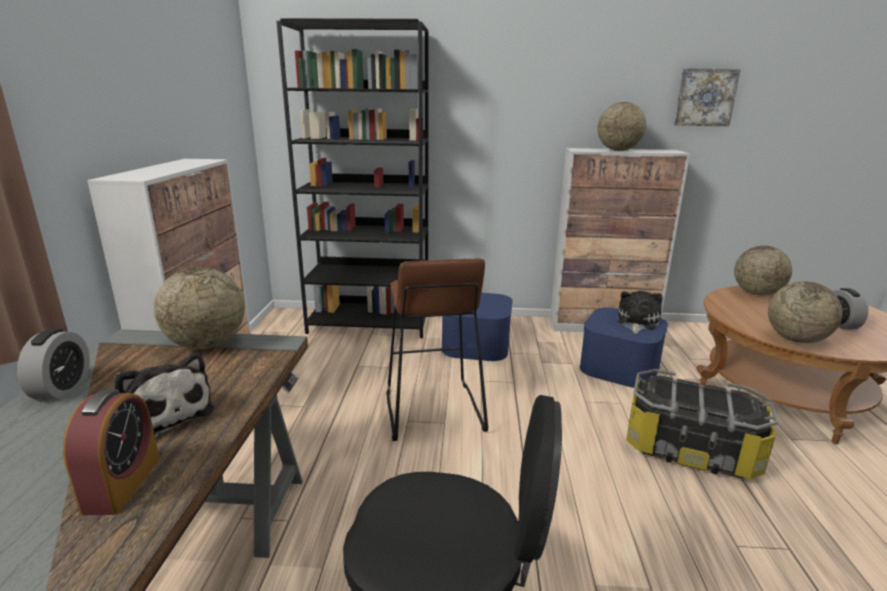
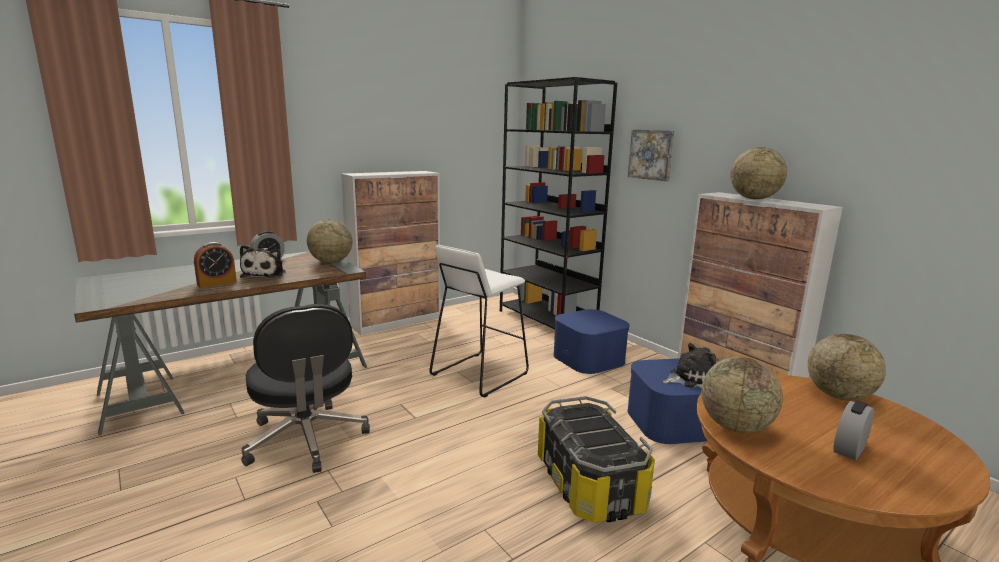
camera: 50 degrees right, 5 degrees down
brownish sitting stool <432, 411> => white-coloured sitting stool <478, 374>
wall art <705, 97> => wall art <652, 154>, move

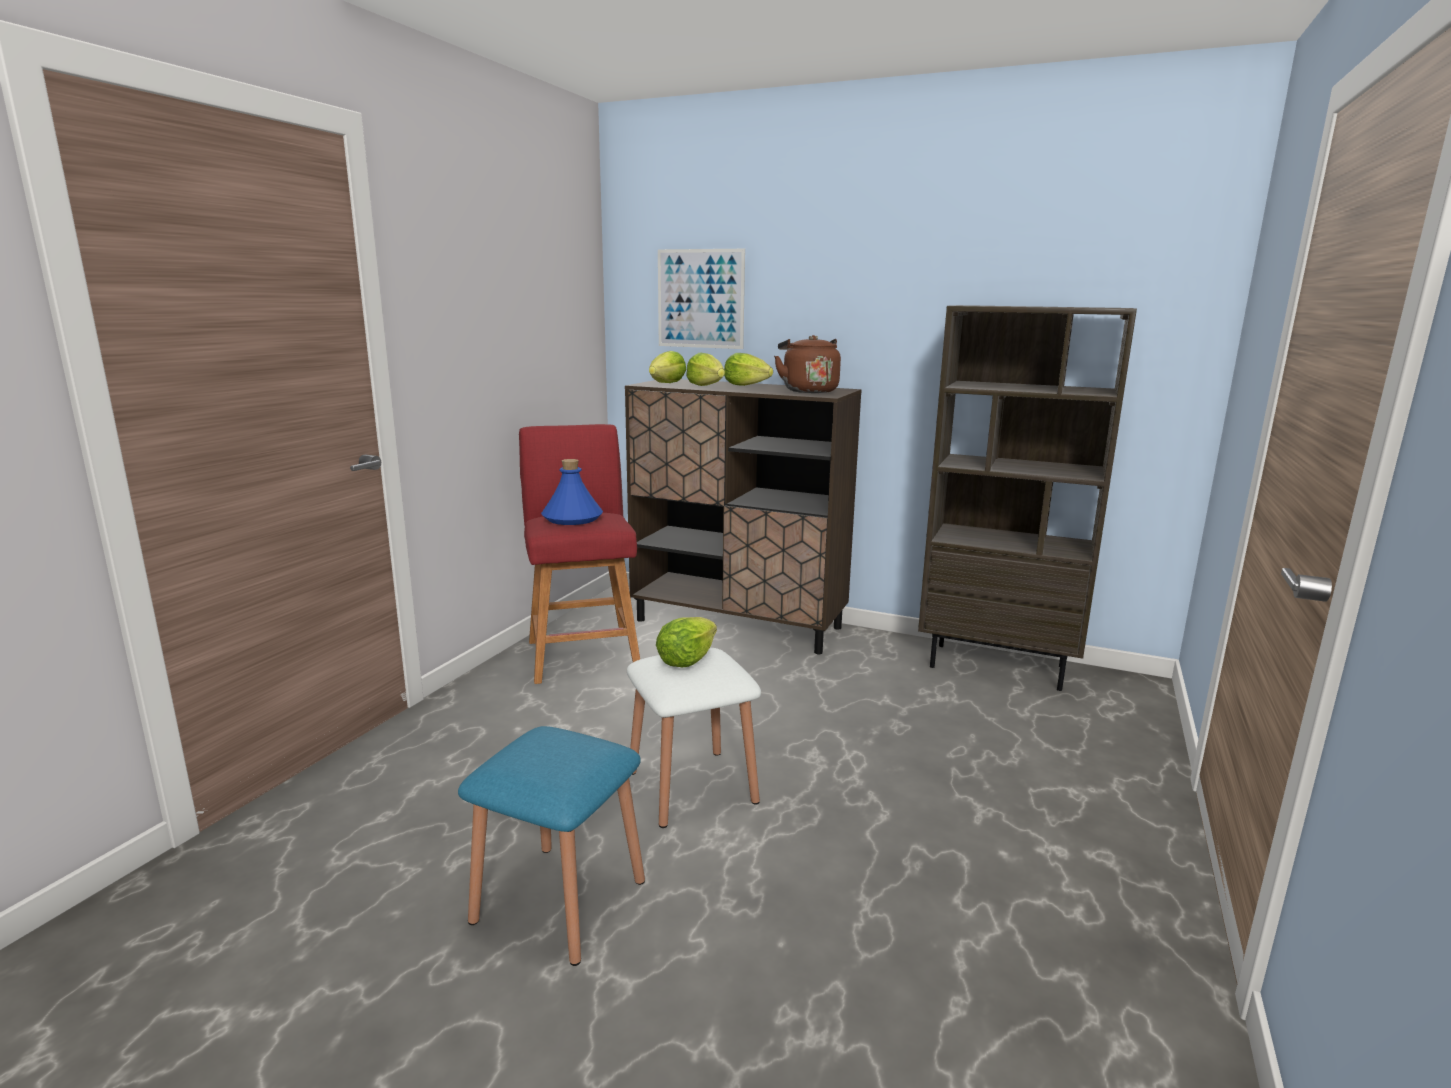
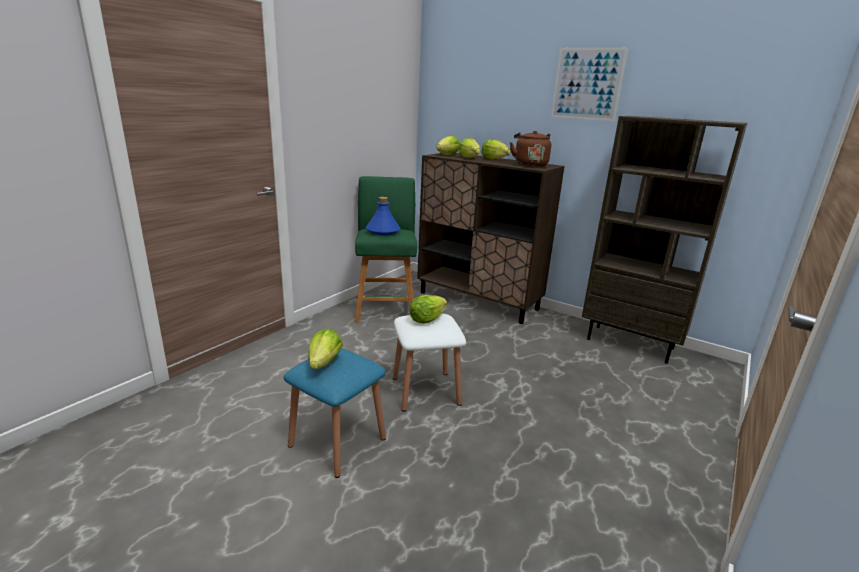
camera: 10 degrees right, 5 degrees up
nothing => lettuce head <324, 363>
red sitting stool <582, 653> => green sitting stool <385, 308>
wall art <700, 299> => wall art <587, 84>, move

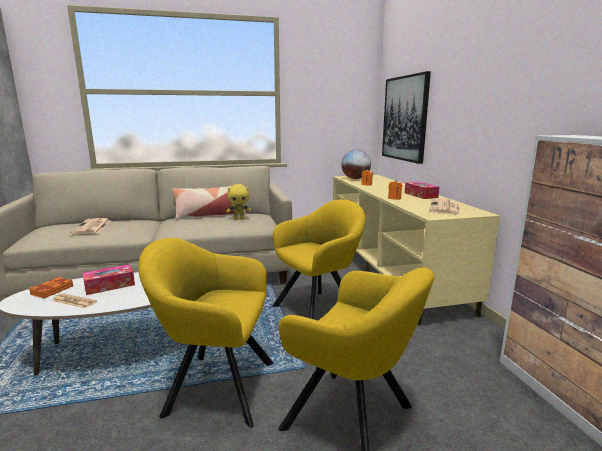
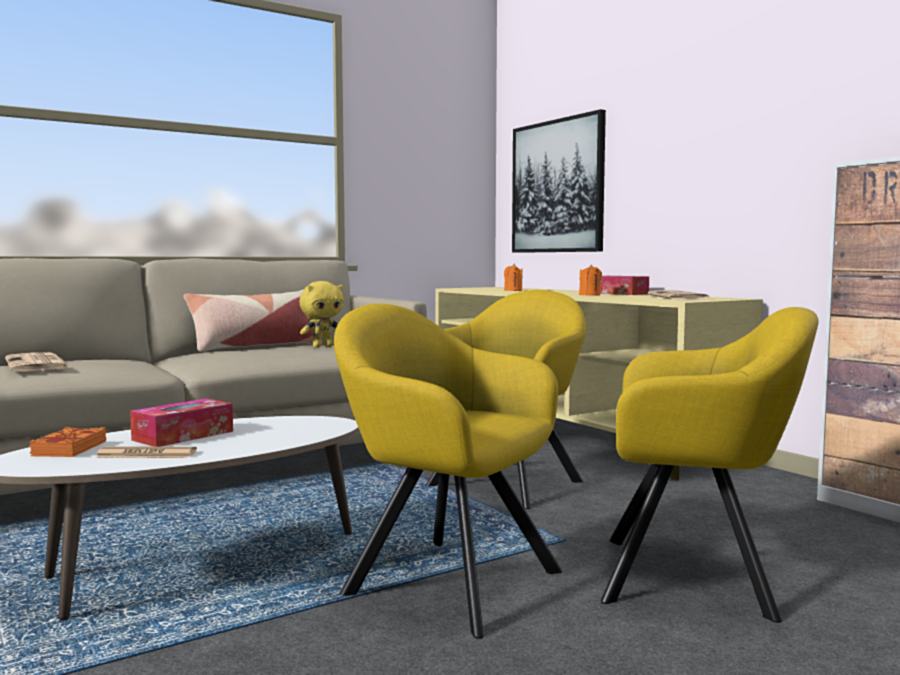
camera: 20 degrees left, 10 degrees down
yellowish easy chair <215, 386> => yellowish easy chair <443, 579>, 45 degrees clockwise
world globe <355, 179> => nothing

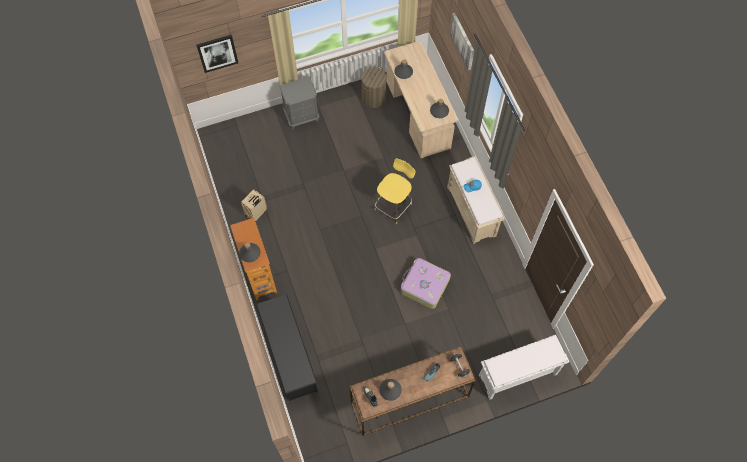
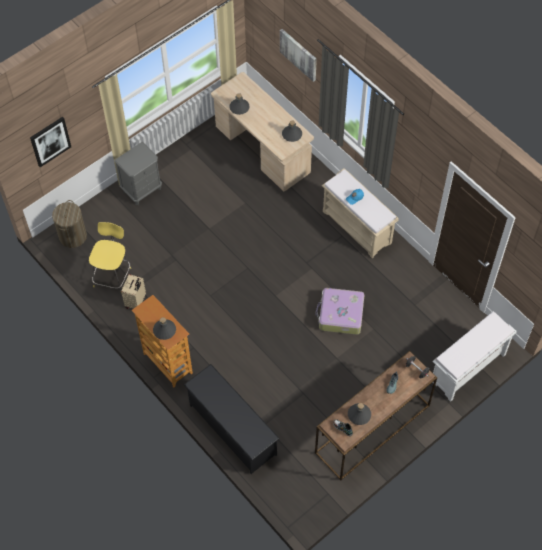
camera: 20 degrees left, 5 degrees down
hamper <373, 98> => hamper <73, 236>, move
yellowish sitting stool <394, 205> => yellowish sitting stool <113, 276>, move

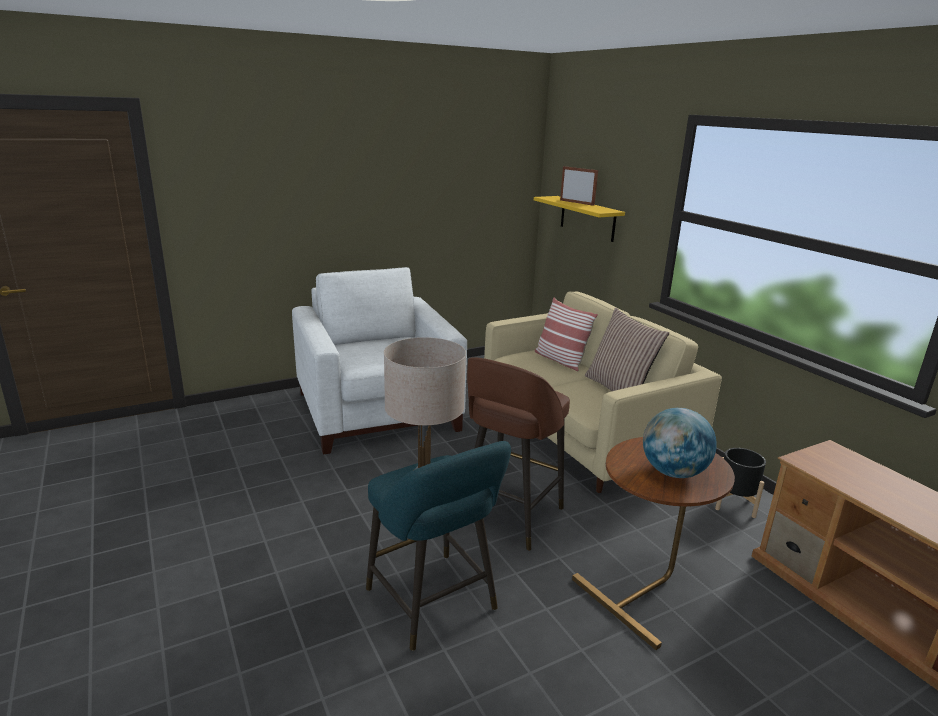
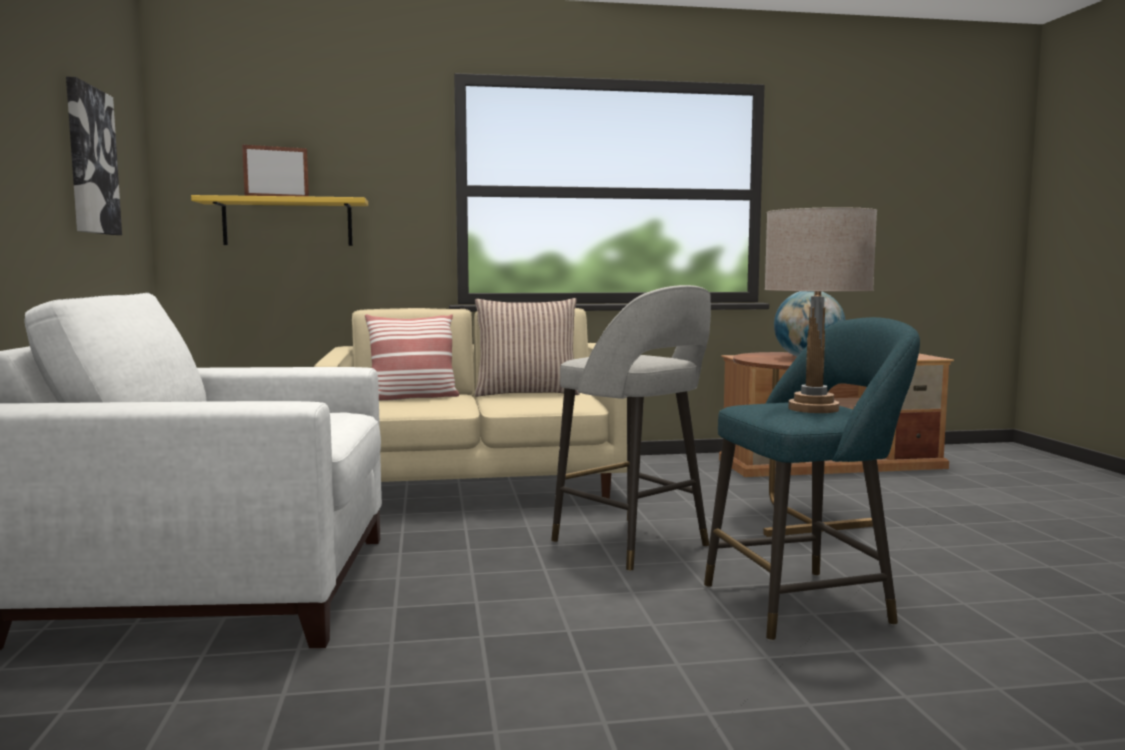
camera: 70 degrees left, 15 degrees down
nothing => wall art <90, 161>
brownish sitting stool <509, 517> => greyish sitting stool <633, 545>
black-coloured planter <734, 503> => nothing

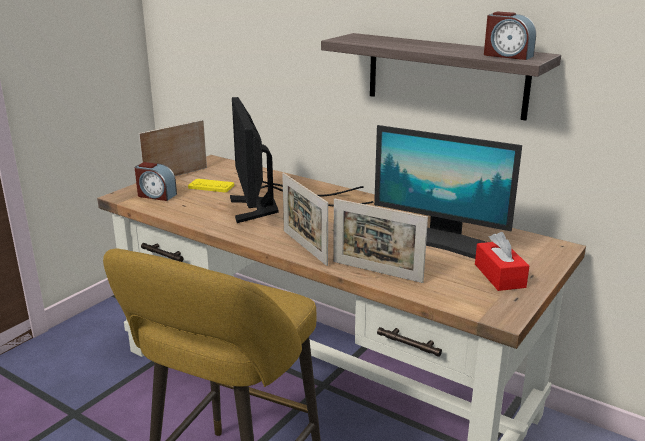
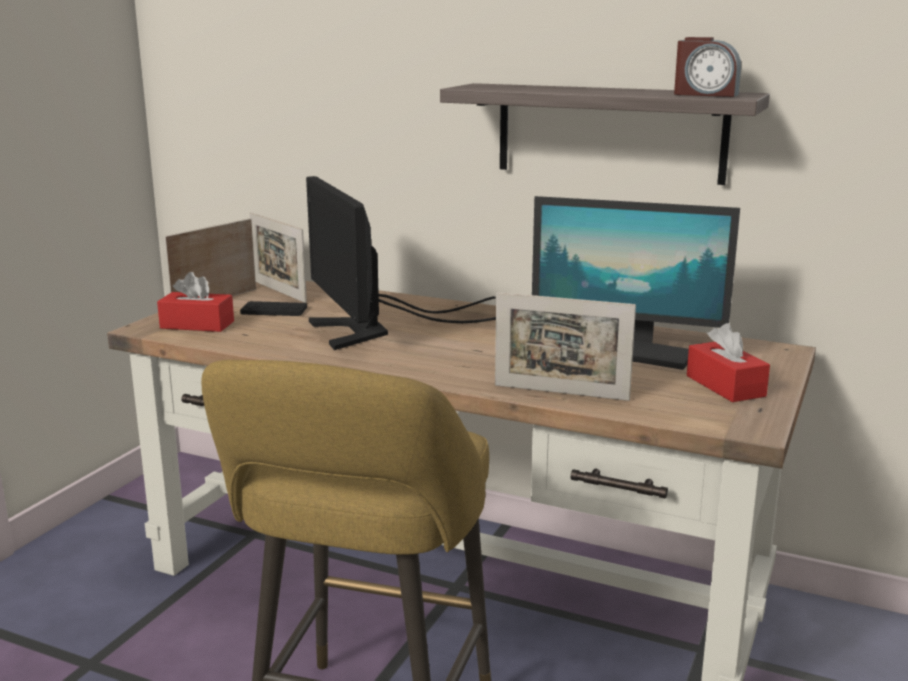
camera: 10 degrees left, 5 degrees down
bedside clock <156, 195> => red tissue holder <197, 325>
yellowish joypad <211, 186> => black-coloured joypad <274, 310>
standing frame <304, 247> => standing frame <279, 291>, move

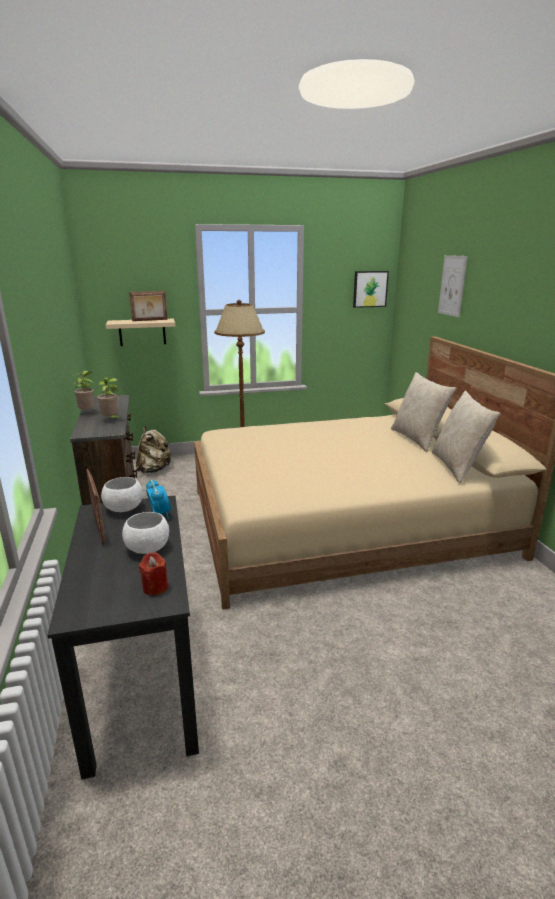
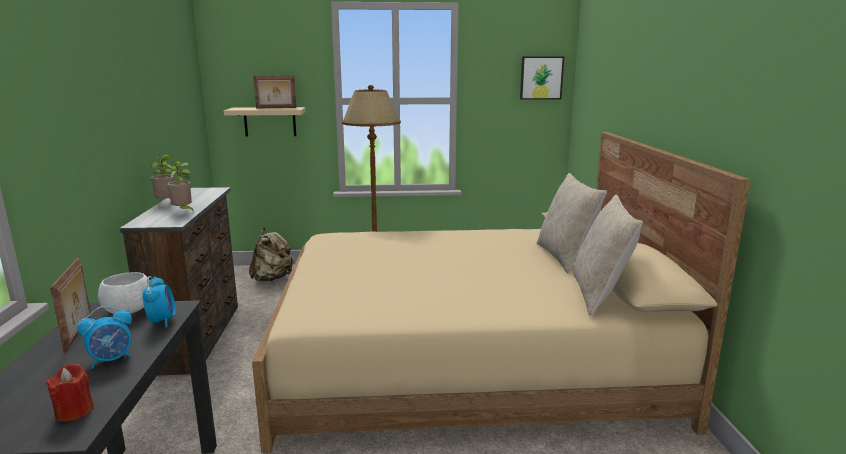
camera: 10 degrees right, 5 degrees down
white-coloured serving bowl <148, 548> => bedside clock <112, 360>
wall art <452, 285> => nothing

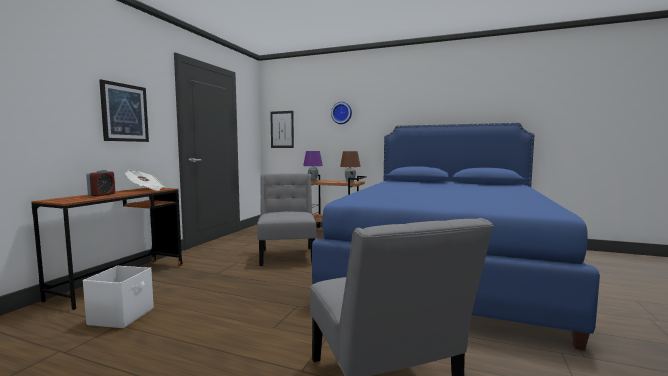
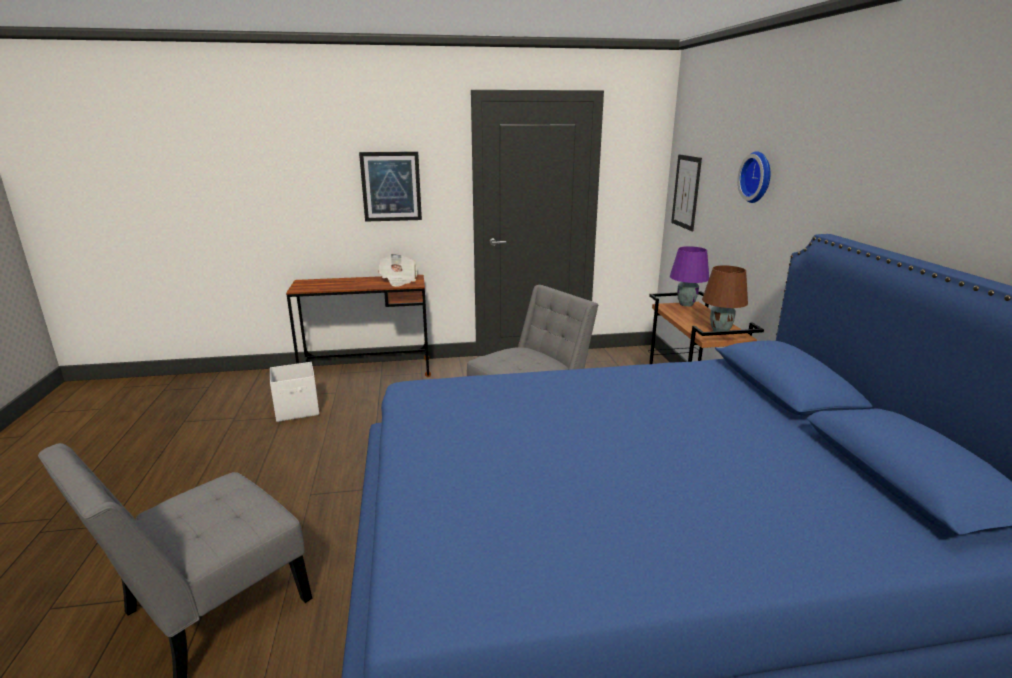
camera: 60 degrees right, 15 degrees up
bedside clock <102, 195> => nothing

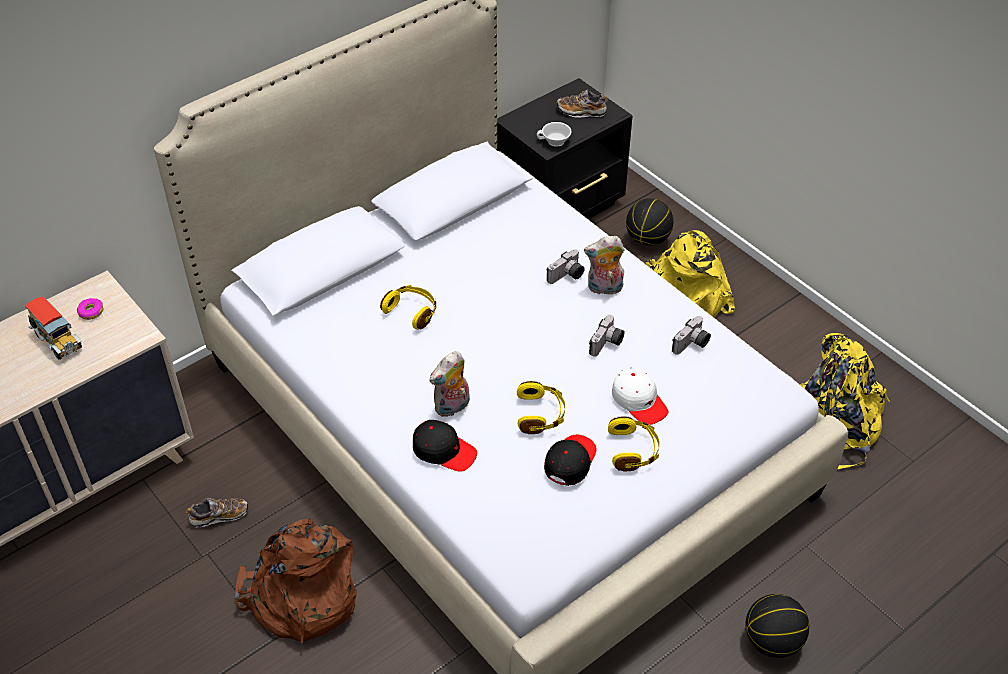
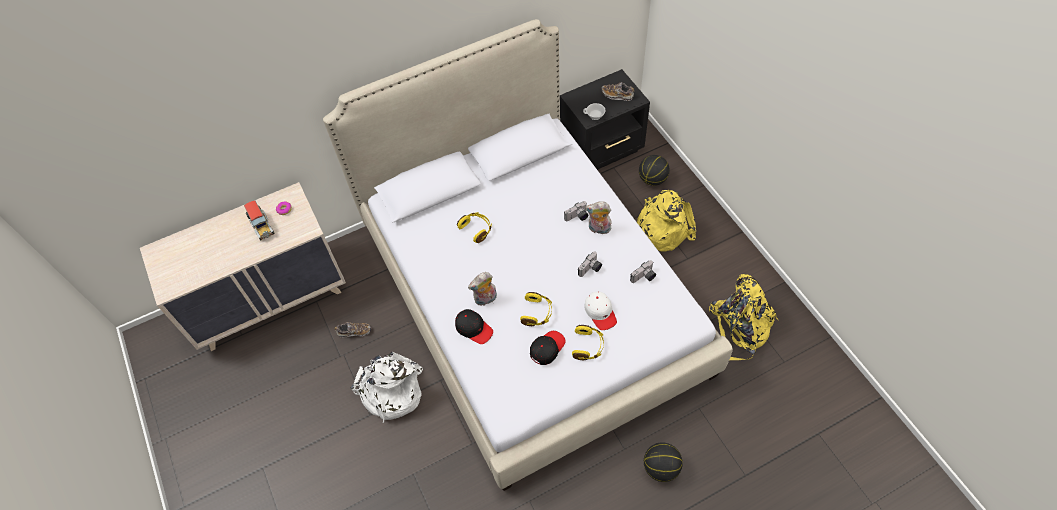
camera: 15 degrees right, 10 degrees up
brownish backpack <301, 597> => white-coloured backpack <390, 391>

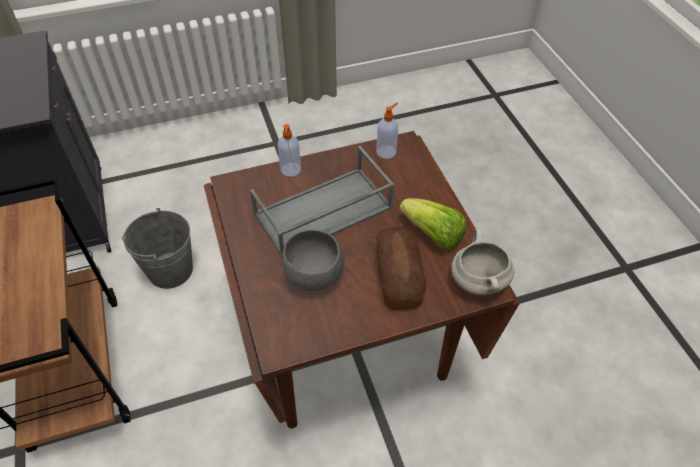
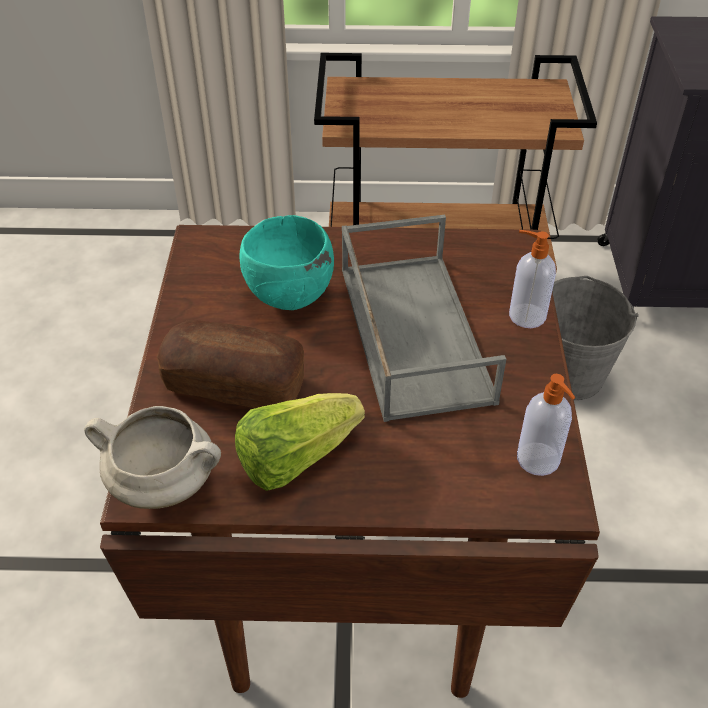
camera: 110 degrees right, 5 degrees down
greyish serving bowl <315, 277> => blue-green serving bowl <288, 295>

